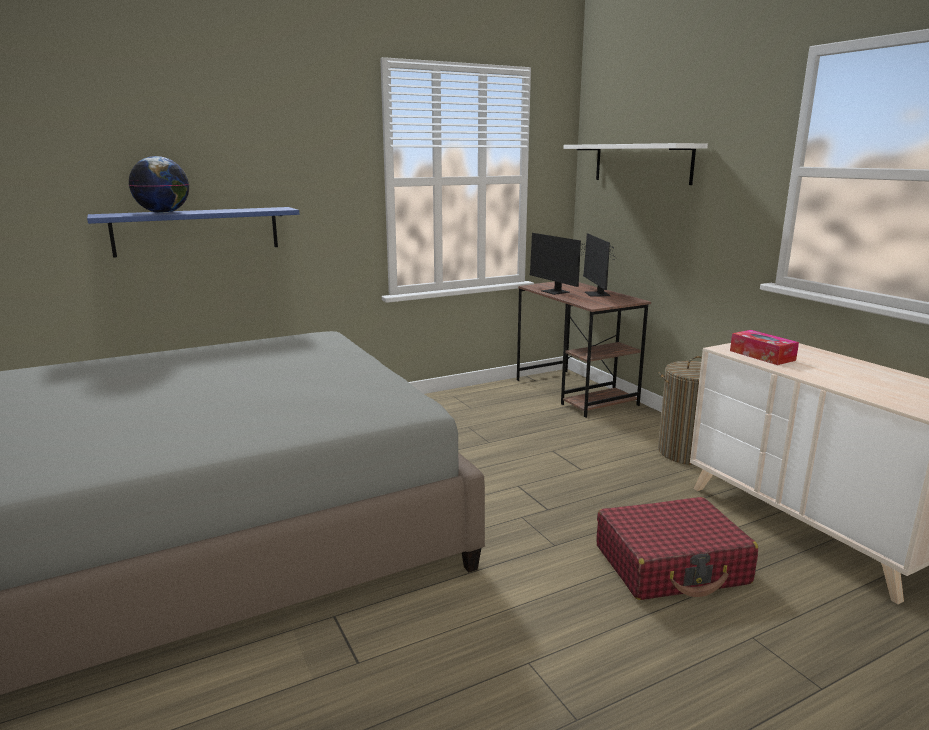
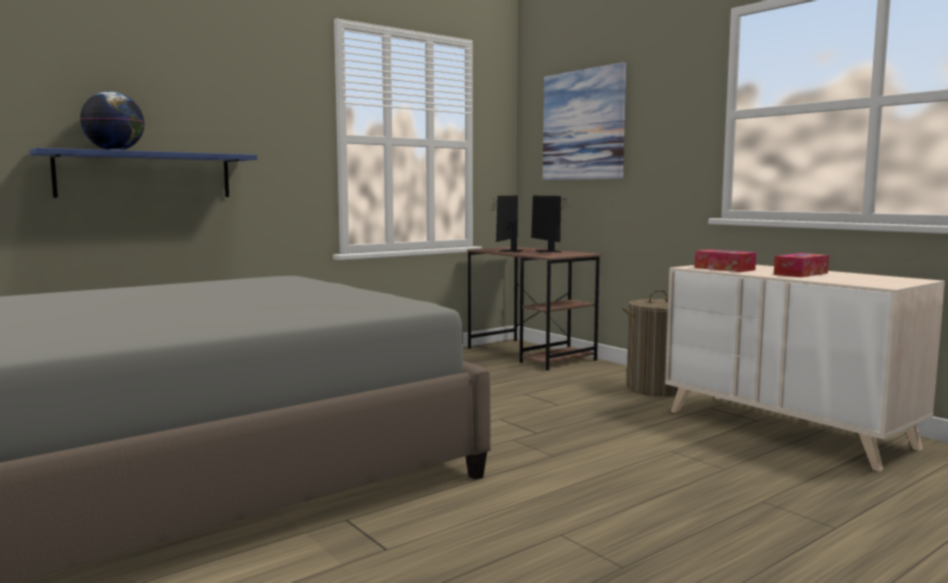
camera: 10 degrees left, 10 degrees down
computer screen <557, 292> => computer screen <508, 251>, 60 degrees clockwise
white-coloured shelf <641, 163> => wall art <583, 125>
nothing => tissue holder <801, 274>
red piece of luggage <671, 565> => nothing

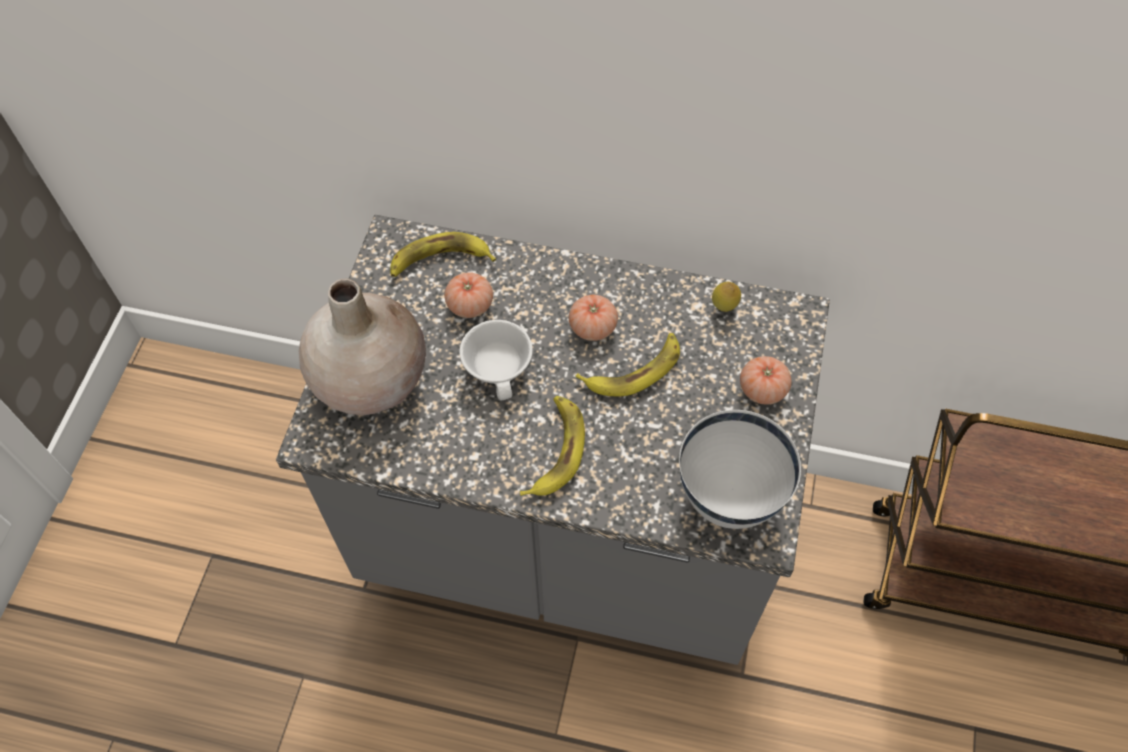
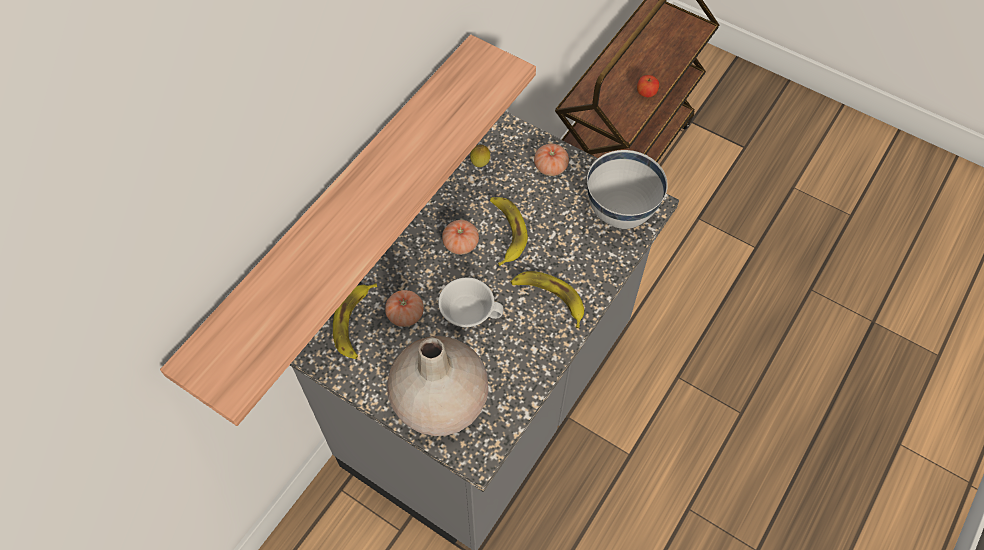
camera: 70 degrees left, 0 degrees up
nothing => shelf <339, 210>
nothing => apple <646, 93>

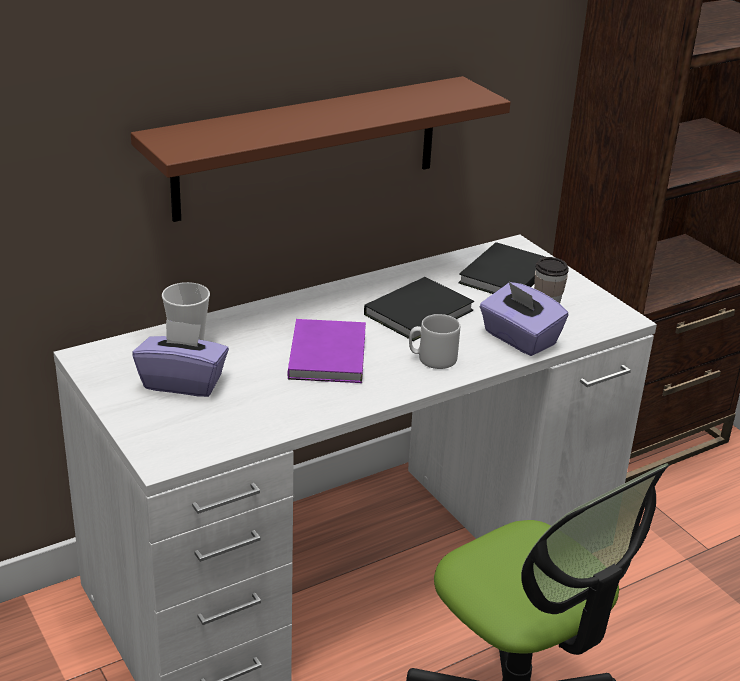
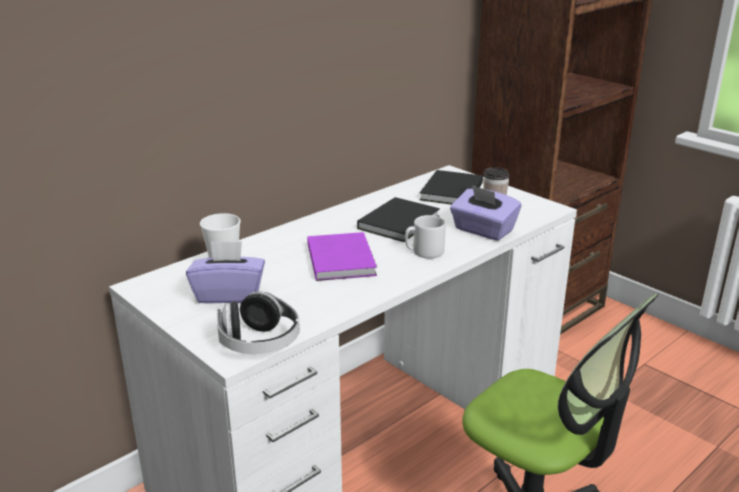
camera: 10 degrees left, 5 degrees down
nothing => headset <259, 343>
brownish shelf <308, 148> => nothing

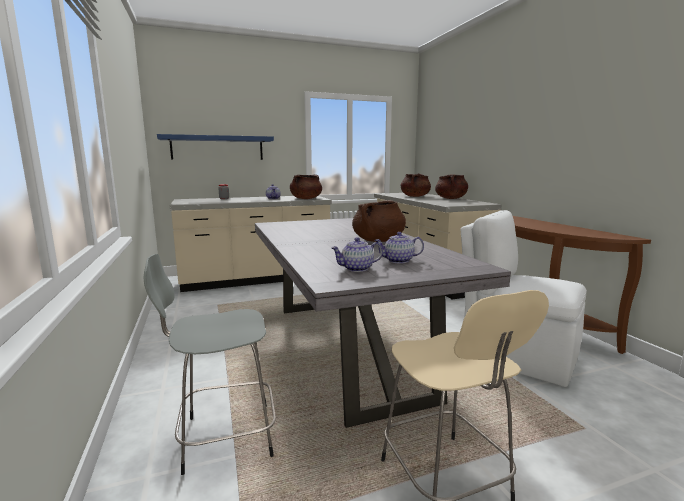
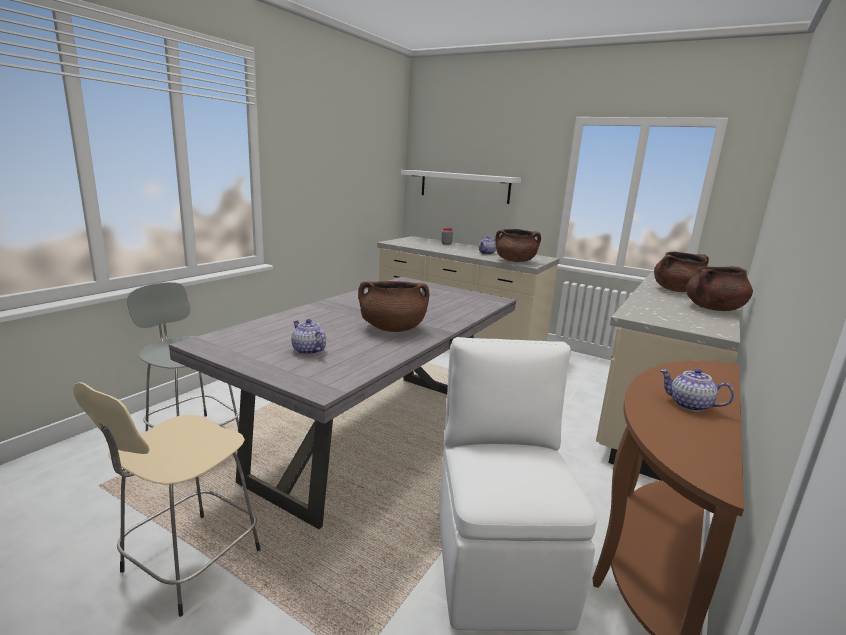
camera: 50 degrees right, 5 degrees up
blue-coloured shelf <217, 148> => white-coloured shelf <464, 186>
tea pot <357, 269> => tea pot <689, 405>, move

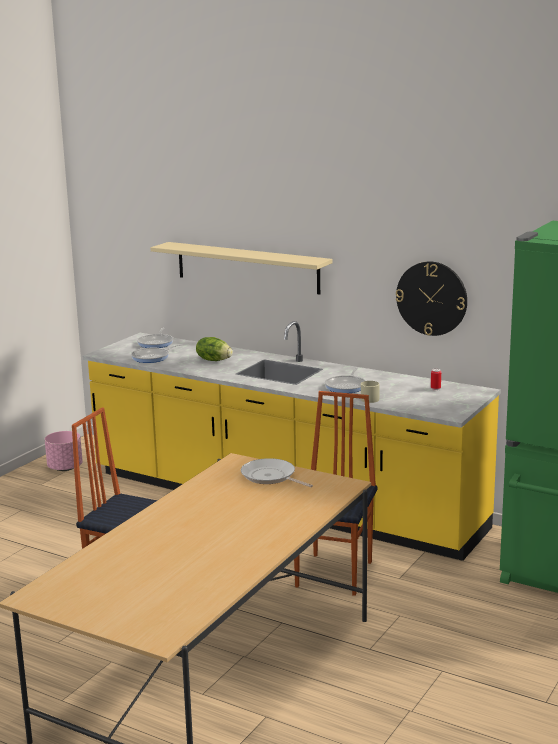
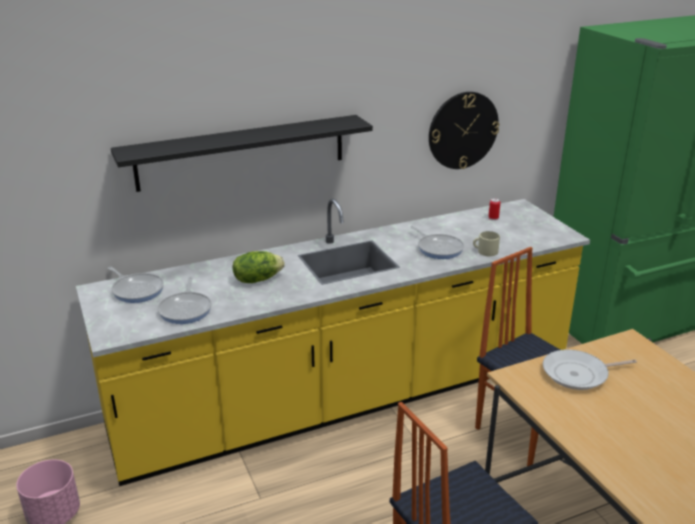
camera: 55 degrees left, 10 degrees up
beige shelf <247, 267> => black-coloured shelf <242, 152>

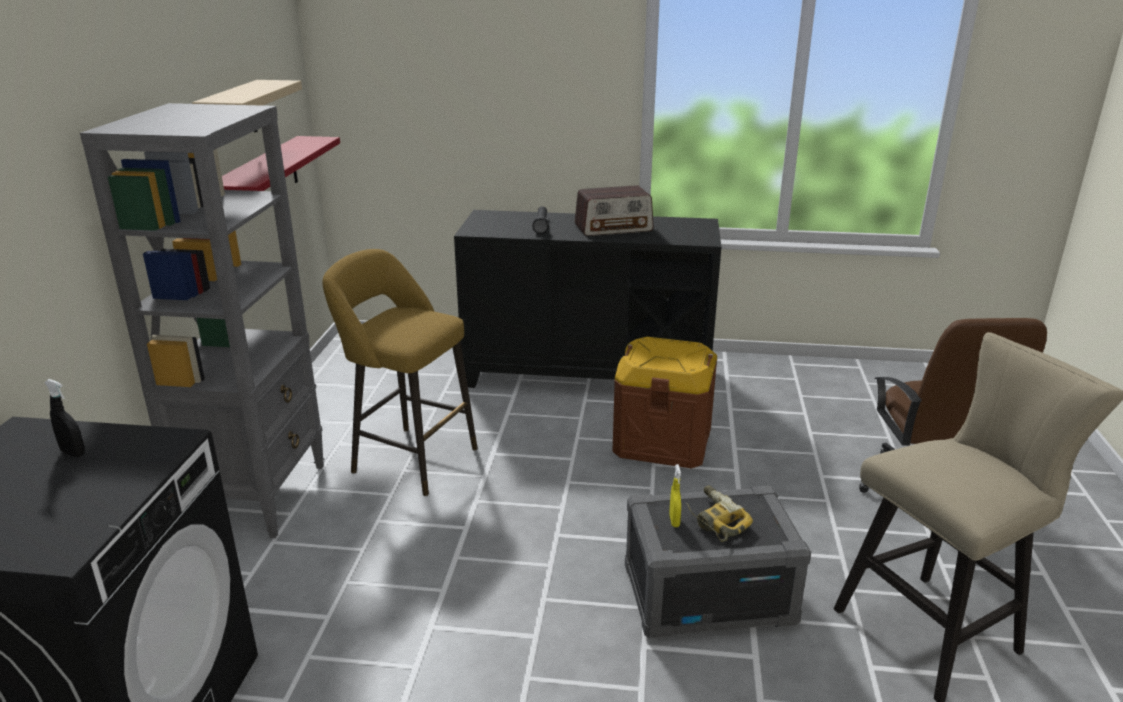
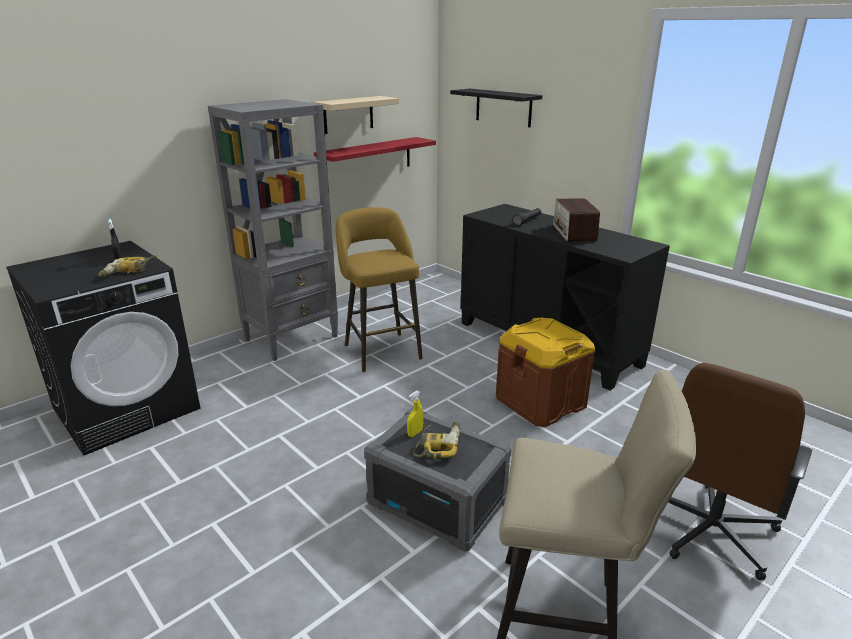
camera: 40 degrees right, 0 degrees up
nothing => drill <128, 272>
nothing => black-coloured shelf <503, 107>
radio receiver <614, 228> => radio receiver <574, 233>, 60 degrees clockwise

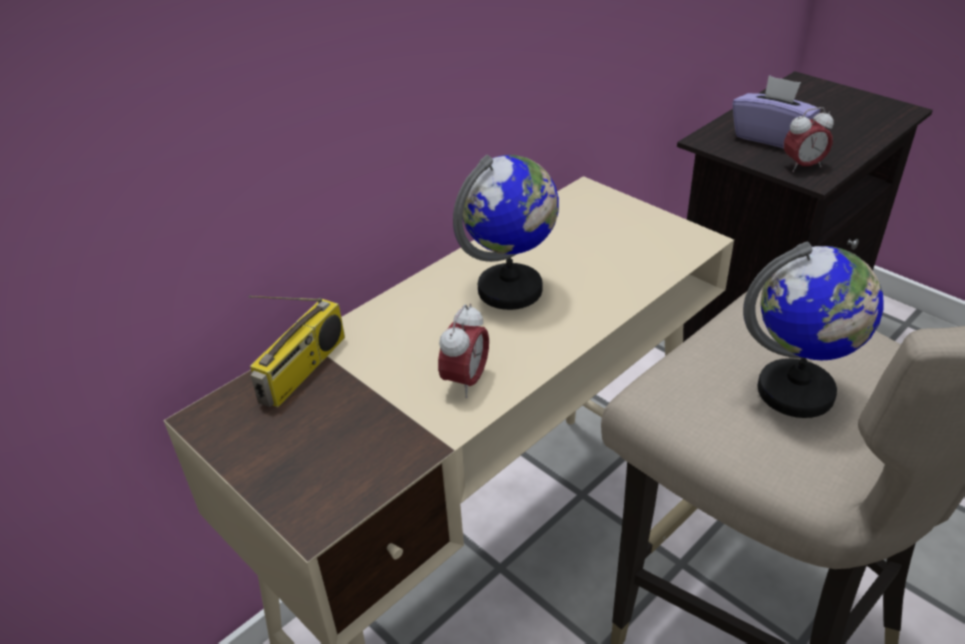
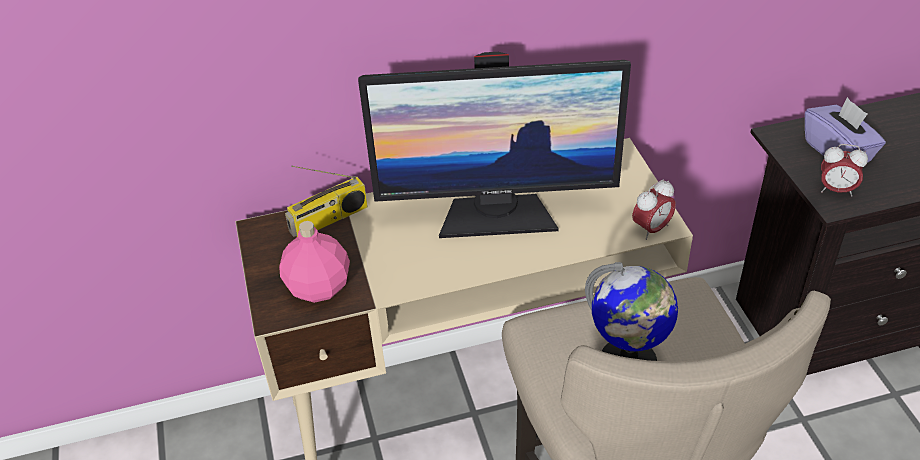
camera: 30 degrees right, 5 degrees up
nothing => pink-coloured bottle <318, 286>
world globe <511, 290> => computer screen <496, 213>
bedside clock <466, 381> => bedside clock <651, 229>, move

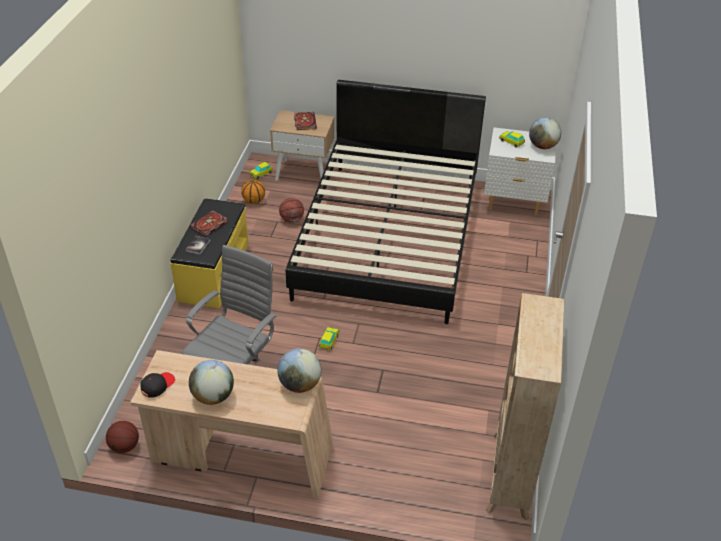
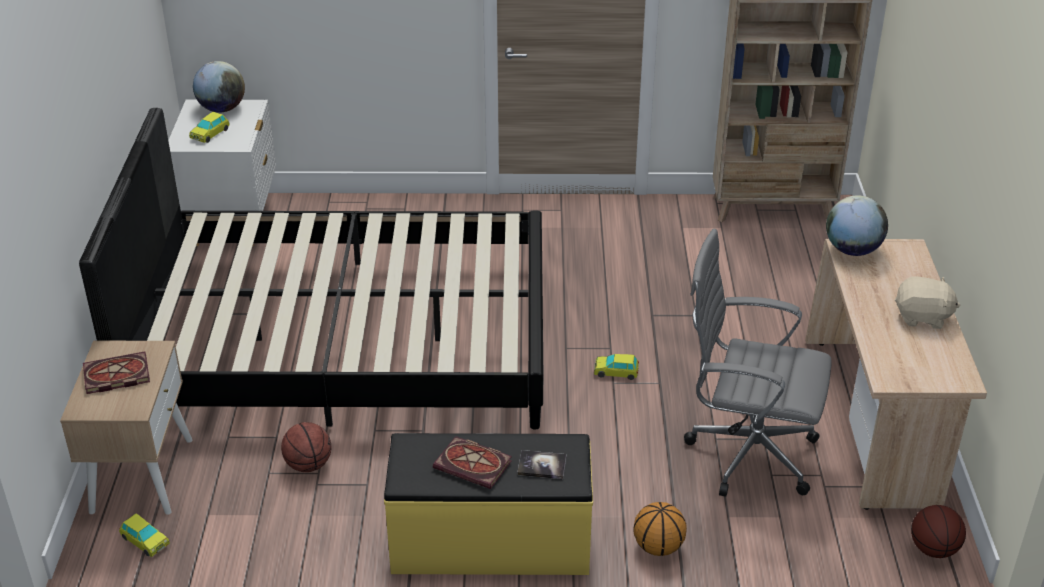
camera: 100 degrees left, 5 degrees down
basketball ball <254, 200> => basketball ball <657, 547>, move
world globe <213, 396> => beige plush toy <922, 317>
black-coloured baseball cap <157, 386> => nothing

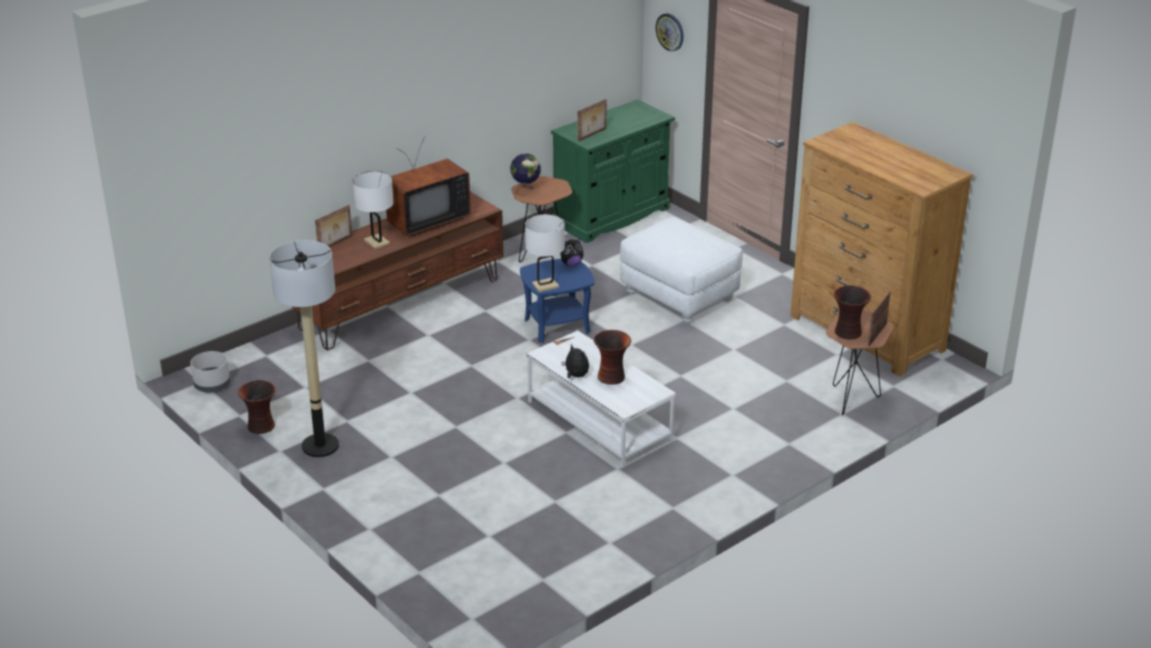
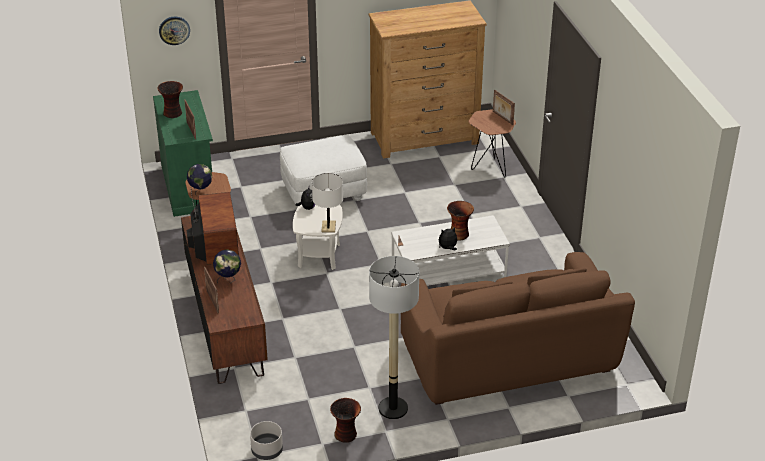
camera: 65 degrees left, 5 degrees up
decorative vase <848, 333> => decorative vase <173, 113>, move
white-coloured tabletop lamp <377, 242> => world globe <228, 280>
blue-coloured side table <557, 326> => white-coloured side table <318, 255>
nothing => brownish settee <509, 358>

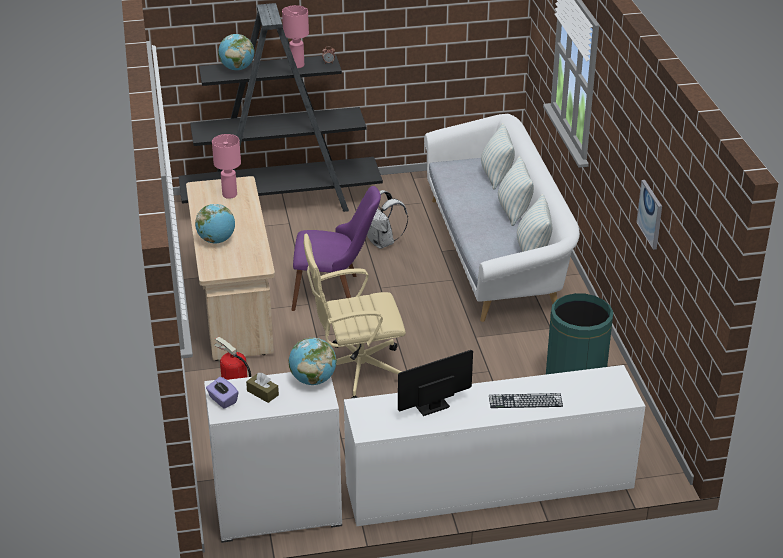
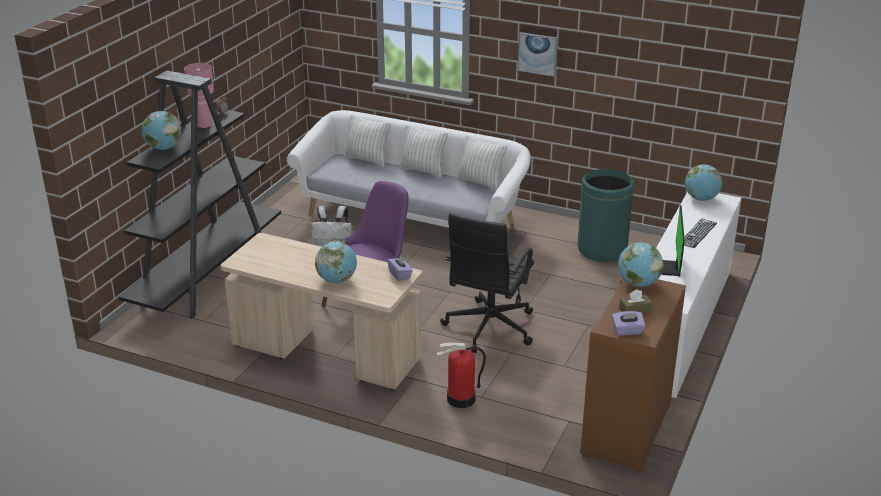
camera: 55 degrees left, 5 degrees down
nothing => purplish tissue holder <400, 275>
beige desk chair <356, 372> => black-coloured desk chair <488, 328>
wall art <650, 214> => wall art <537, 54>, move
white-coloured storage cabinet <277, 512> => brownish storage cabinet <627, 430>
nothing => world globe <701, 199>
pink-coloured tabletop lamp <230, 195> => nothing

